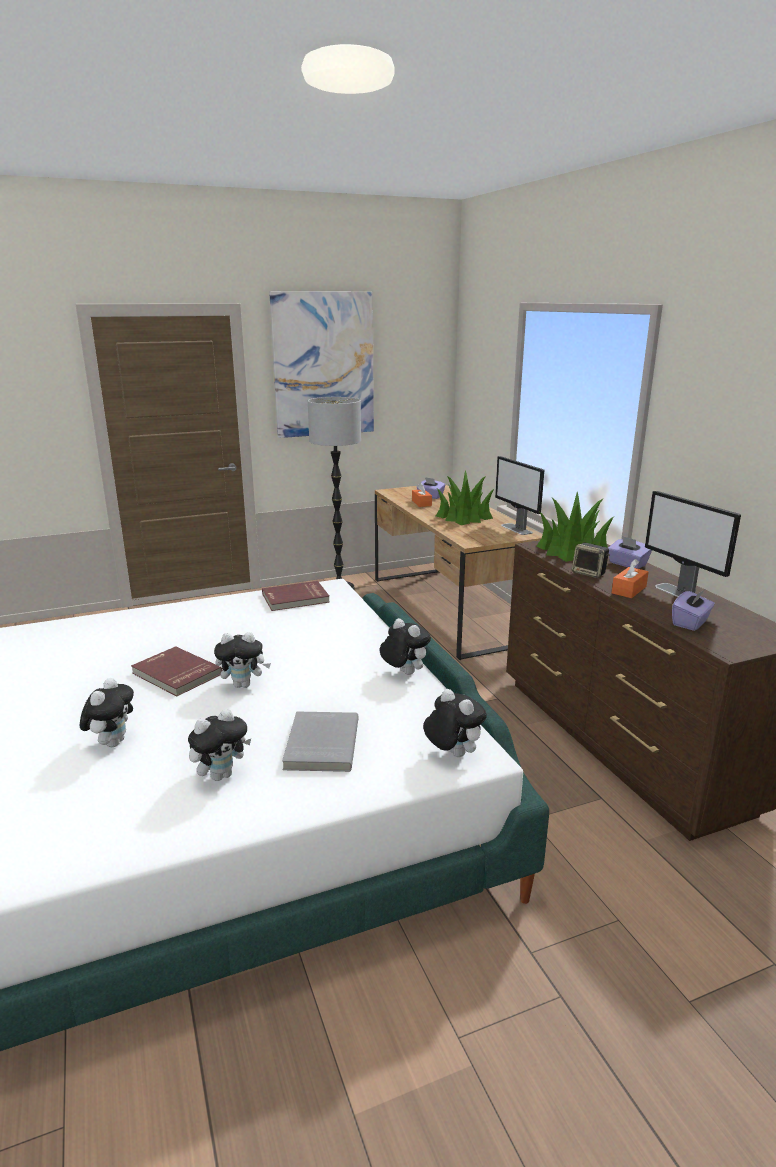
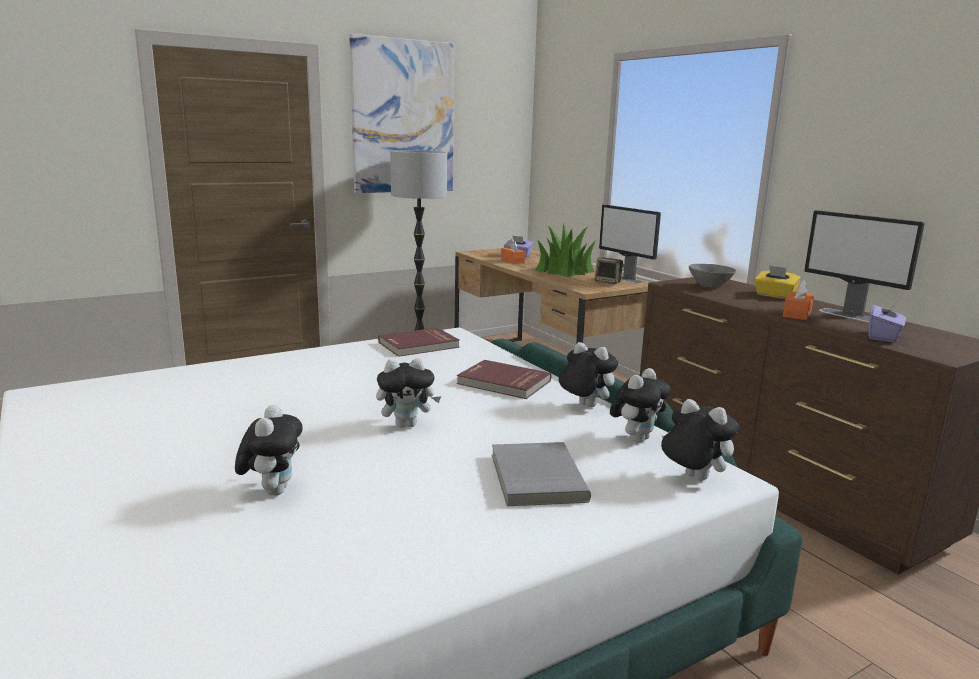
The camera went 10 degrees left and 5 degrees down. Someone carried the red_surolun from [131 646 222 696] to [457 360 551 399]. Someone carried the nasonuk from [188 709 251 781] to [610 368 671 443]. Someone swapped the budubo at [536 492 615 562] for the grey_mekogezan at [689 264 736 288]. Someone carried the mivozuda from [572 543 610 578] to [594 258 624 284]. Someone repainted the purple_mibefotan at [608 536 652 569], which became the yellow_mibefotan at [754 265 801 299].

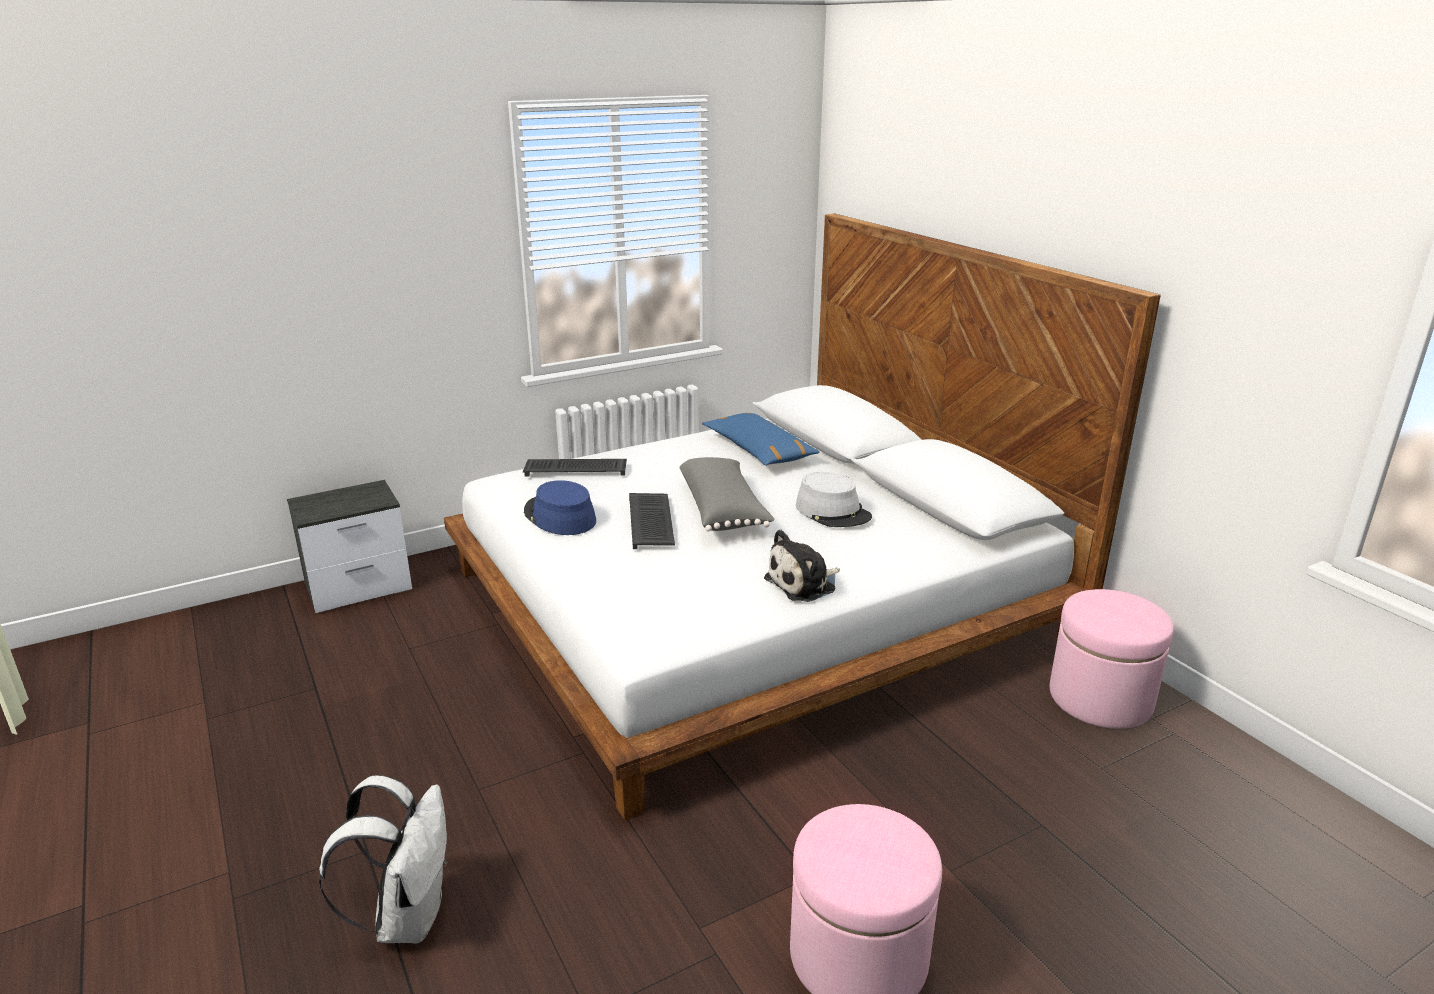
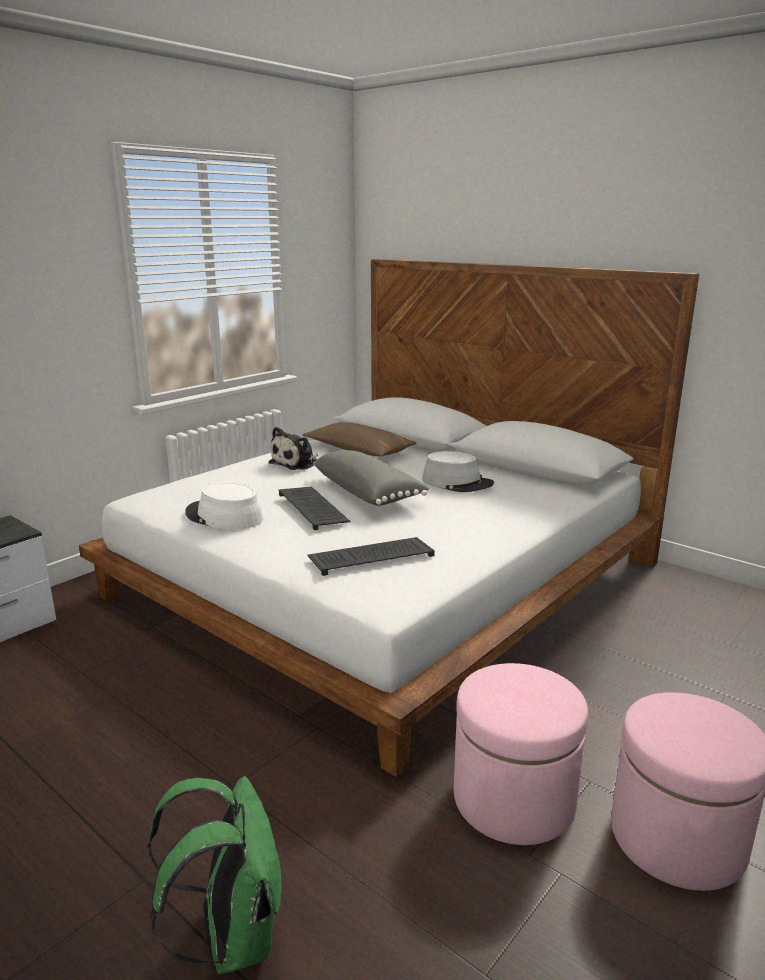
The camera went 20 degrees left and 5 degrees down. Someone repainted the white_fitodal at [319 775 447 944], which became the green_fitodal at [148 776 281 974]. Someone carried the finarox from [523 459 627 476] to [308 537 435 576]. Someone repainted the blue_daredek at [524 480 596 535], which became the white_daredek at [185 482 263 529]. Someone repainted the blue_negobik at [702 413 820 466], which became the brown_negobik at [303 422 417 456]. Someone carried the nasonuk from [764 529 840 602] to [269 427 318 470]. Someone carried the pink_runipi from [1050 589 1174 729] to [454 663 588 845].

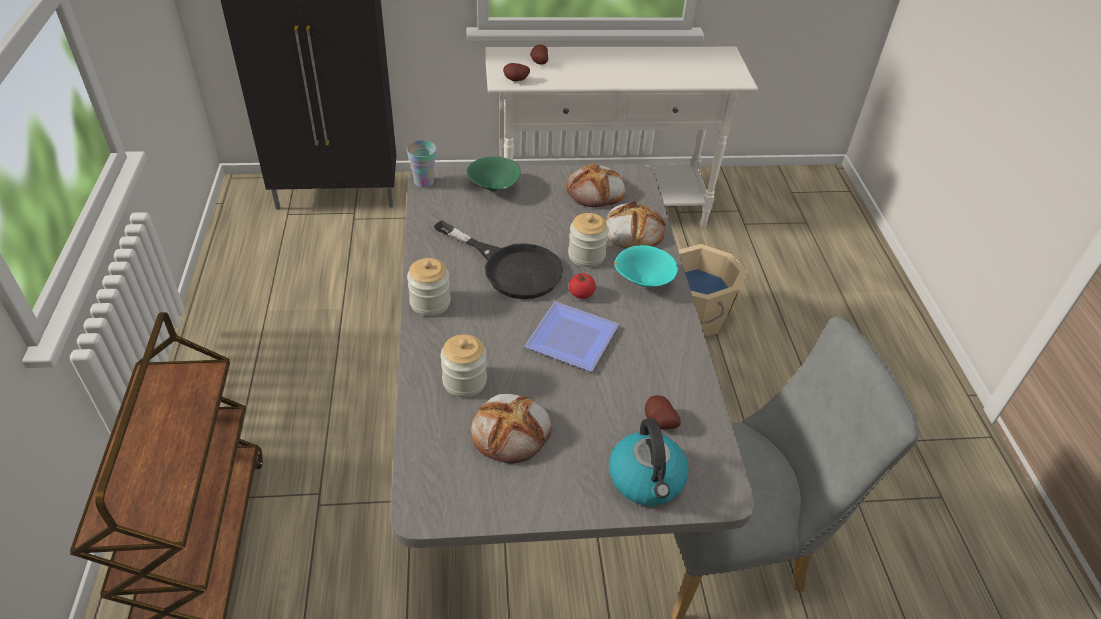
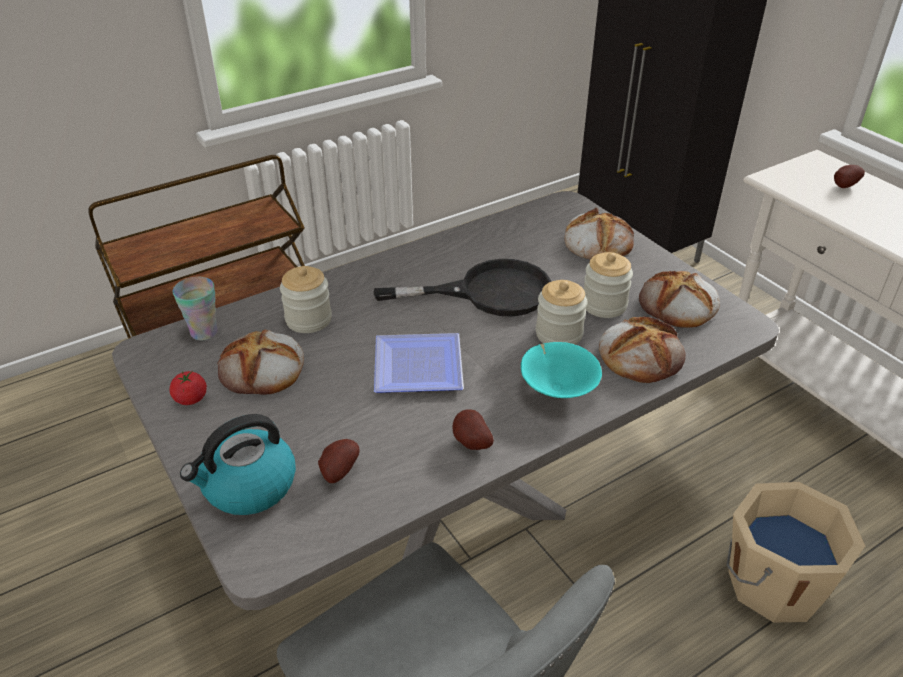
The camera went 65 degrees right and 5 degrees down. Someone carried the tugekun from [407 140 436 188] to [173 277 218 340]. Someone carried the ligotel from [407 258 451 316] to [584 252 633 318]. Someone rotated the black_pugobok at [434 220 563 299] by 105 degrees counterclockwise. Someone swapped the green_mekogezan at [467 157 521 192] for the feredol at [565 208 634 259]. Someone carried the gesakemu from [503 63 530 82] to [452 409 494 450]. Someone carried the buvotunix from [569 273 596 299] to [169 371 207 405].

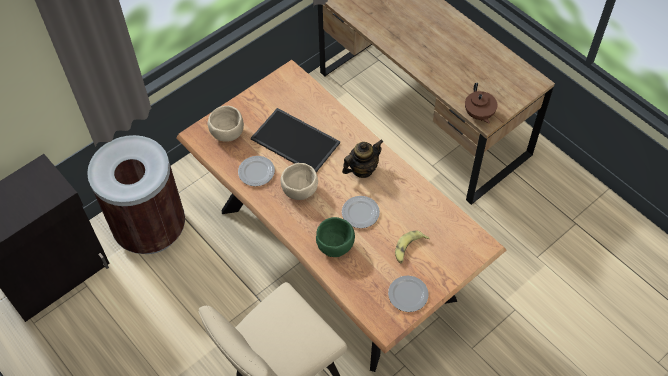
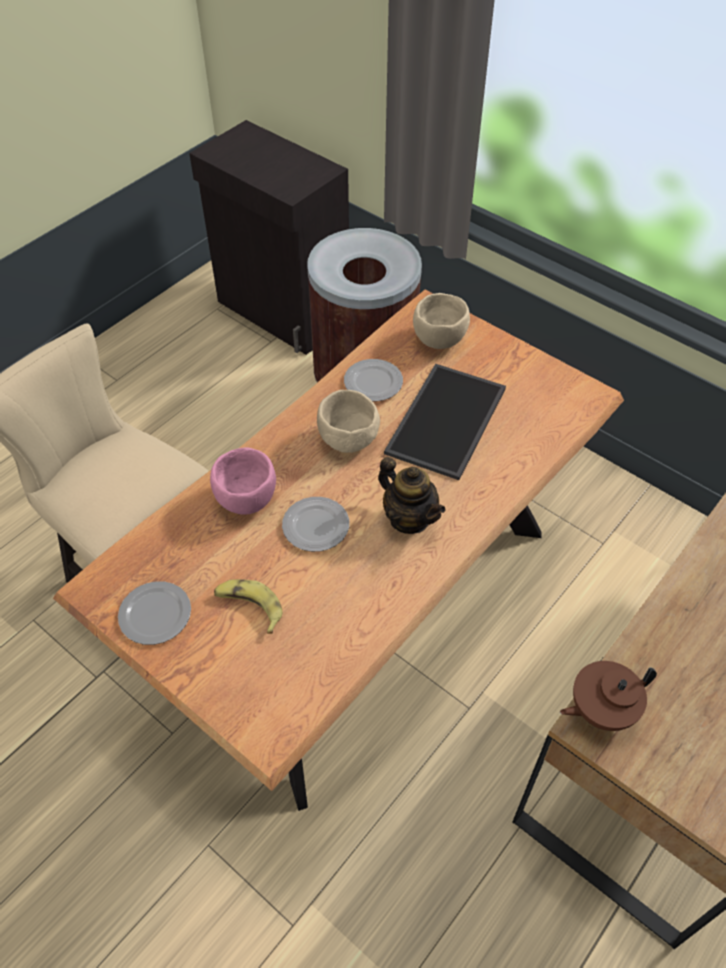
The camera went 80 degrees right and 5 degrees down. Someone repainted the green_mekogezan at [316 217 355 257], which became the pink_mekogezan at [210 447 276 515].

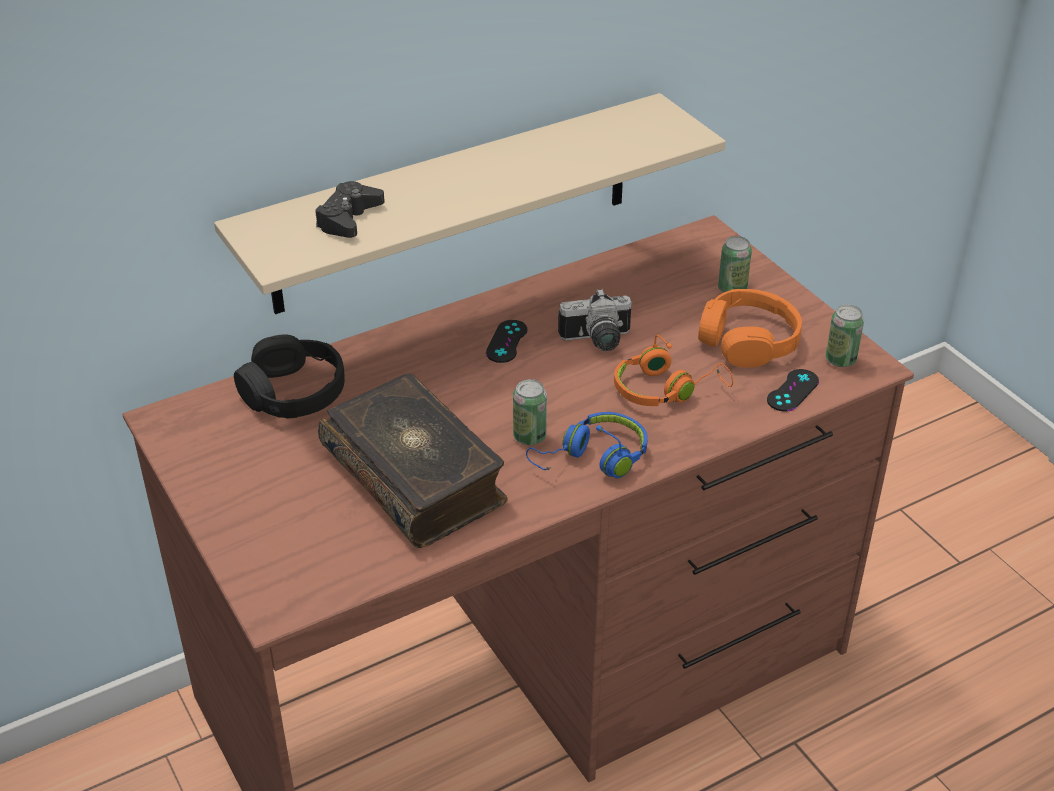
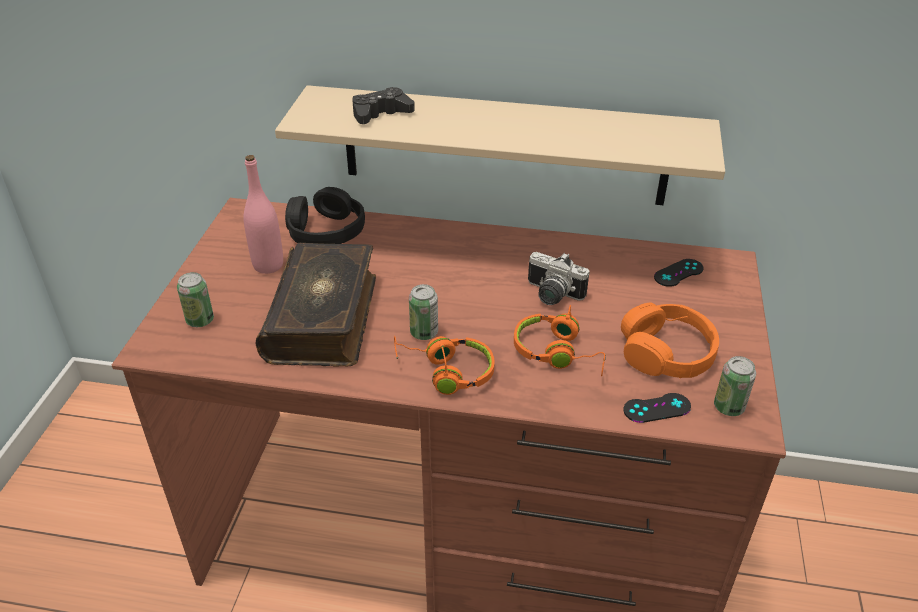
The camera went 40 degrees right and 0 degrees up. Someone carried the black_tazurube from [486 320 527 363] to [654 259 704 287]. Someone repainted the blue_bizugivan at [526 412 648 478], which became the orange_bizugivan at [394 336 495 395]. Someone carried the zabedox from [718 236 752 293] to [177 272 214 327]. Someone put down the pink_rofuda at [243 155 283 274].

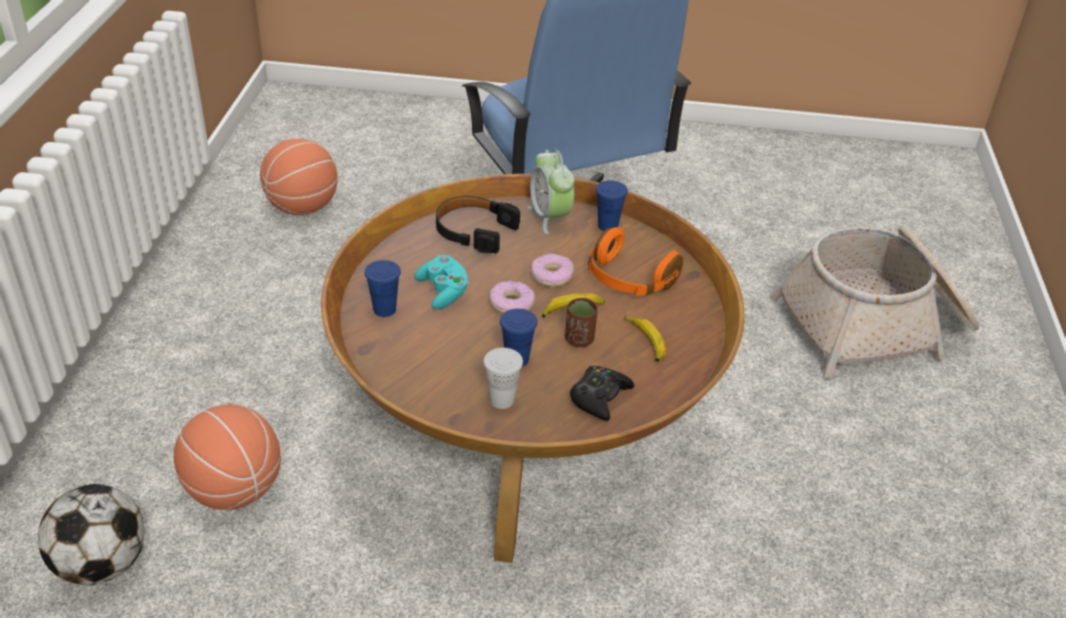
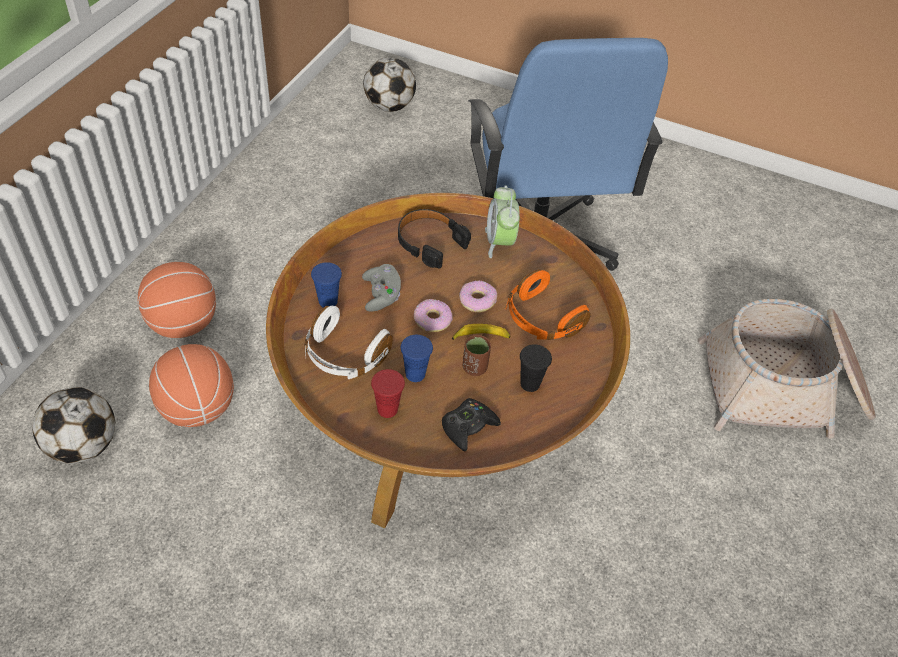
The camera went 15 degrees right and 10 degrees up. Someone carried the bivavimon from [260 139 338 215] to [138 262 216 338]. Someone repainted the turquoise_tazurube at [414 255 469 309], which became the grey_tazurube at [362 264 401 312]. Someone repainted the white_tugekun at [483 348 523 409], which became the red_tugekun at [371 369 405 418]. Someone took away the blue_tugekun at [596 180 628 231]. Someone swapped the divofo at [624 316 666 361] for the black_tugekun at [520 344 552 392]. Someone put down the white_bizugivan at [305 306 393 379]. Someone put down the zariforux at [363 58 416 112].

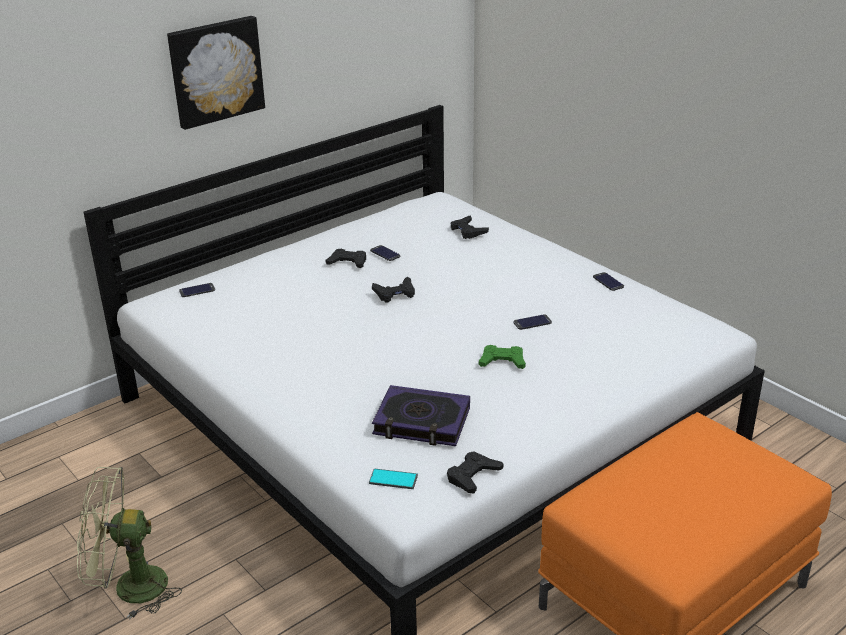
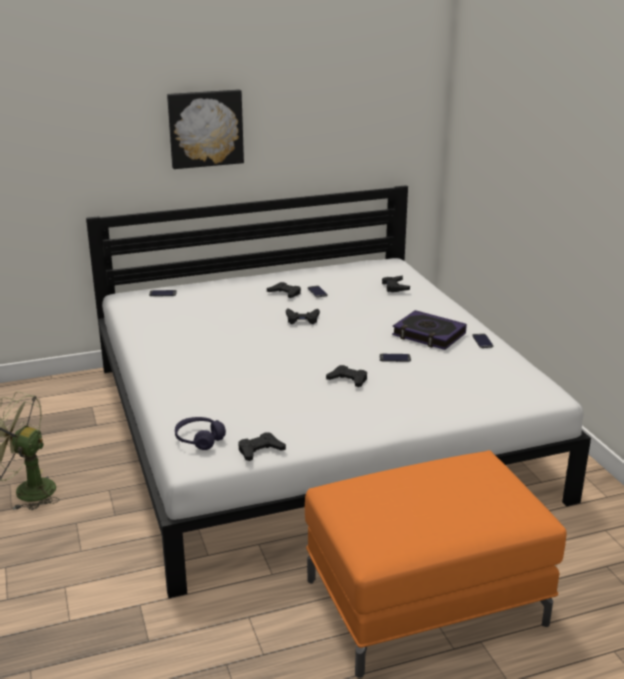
The camera went 20 degrees right and 5 degrees down. Someone swapped the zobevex at [369 469 418 489] for the purple_bizugivan at [175 417 226 450]. Someone carried the surolun from [372 385 470 446] to [392 310 467 350]. Someone repainted the green_tazurube at [479 345 526 369], which became the black_tazurube at [326 365 367 387].

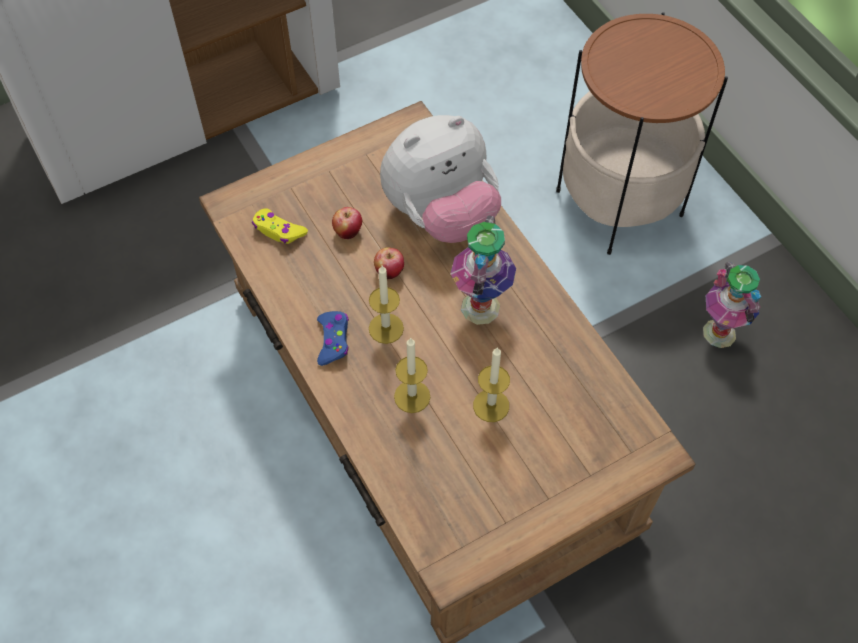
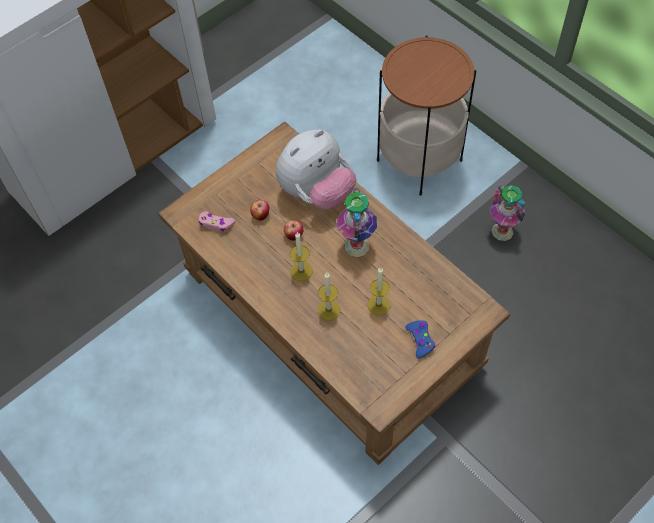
The camera went 10 degrees left and 0 degrees up. Someone repainted the yellow_tazurube at [252 208 308 244], which became the pink_tazurube at [199 211 235 231]. Someone carried the blue_tazurube from [317 311 349 366] to [405 320 435 359].

